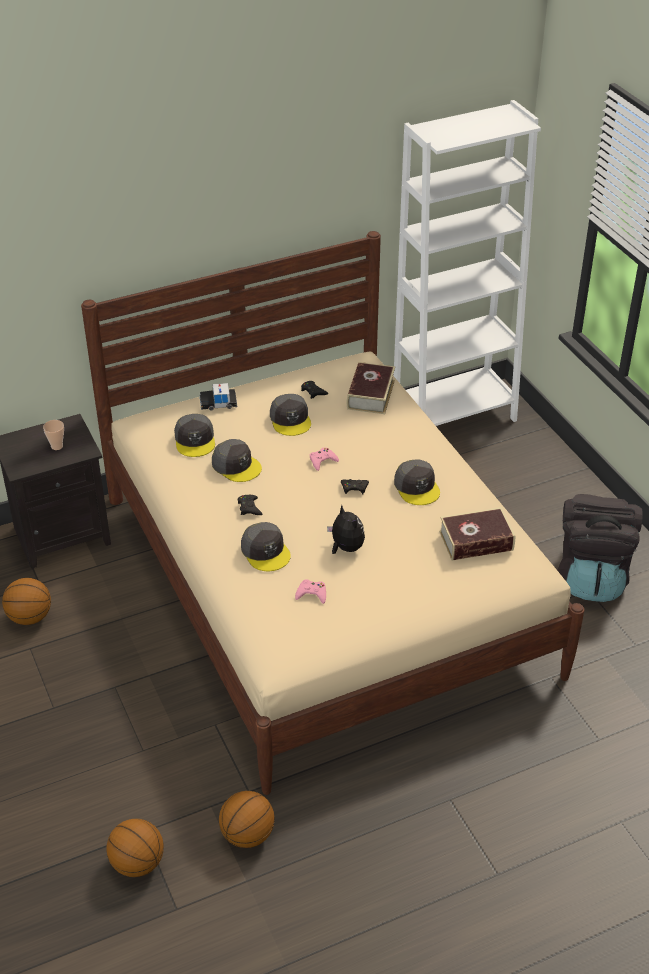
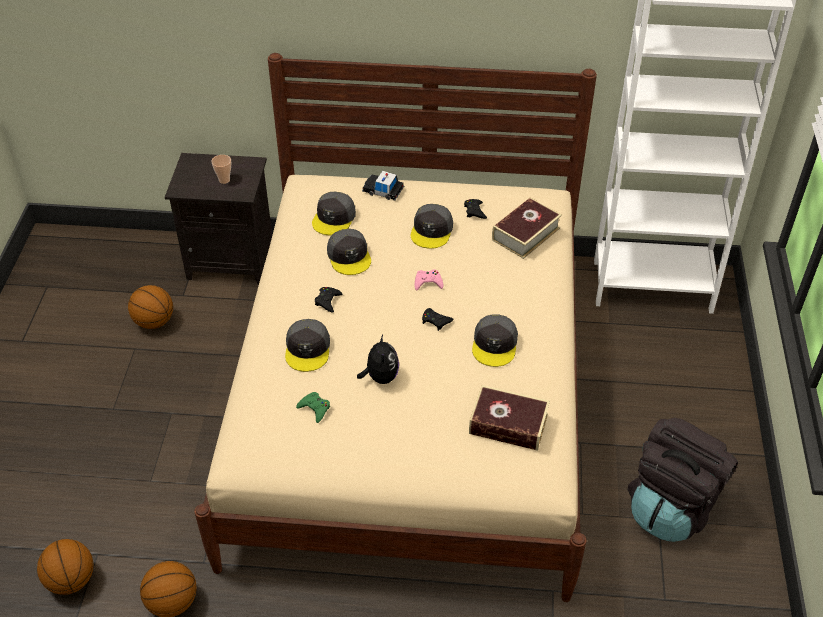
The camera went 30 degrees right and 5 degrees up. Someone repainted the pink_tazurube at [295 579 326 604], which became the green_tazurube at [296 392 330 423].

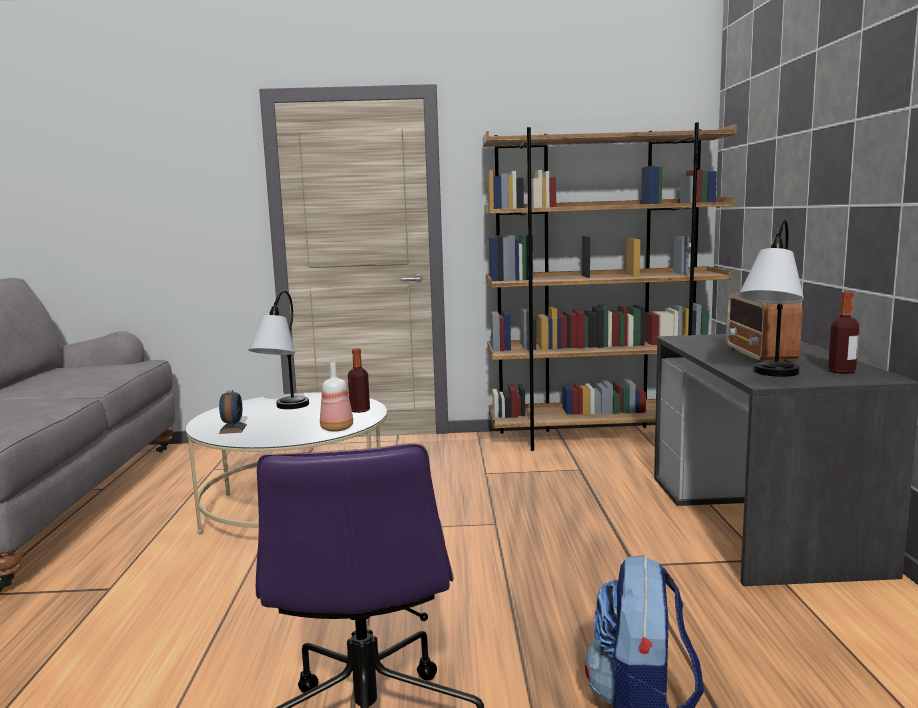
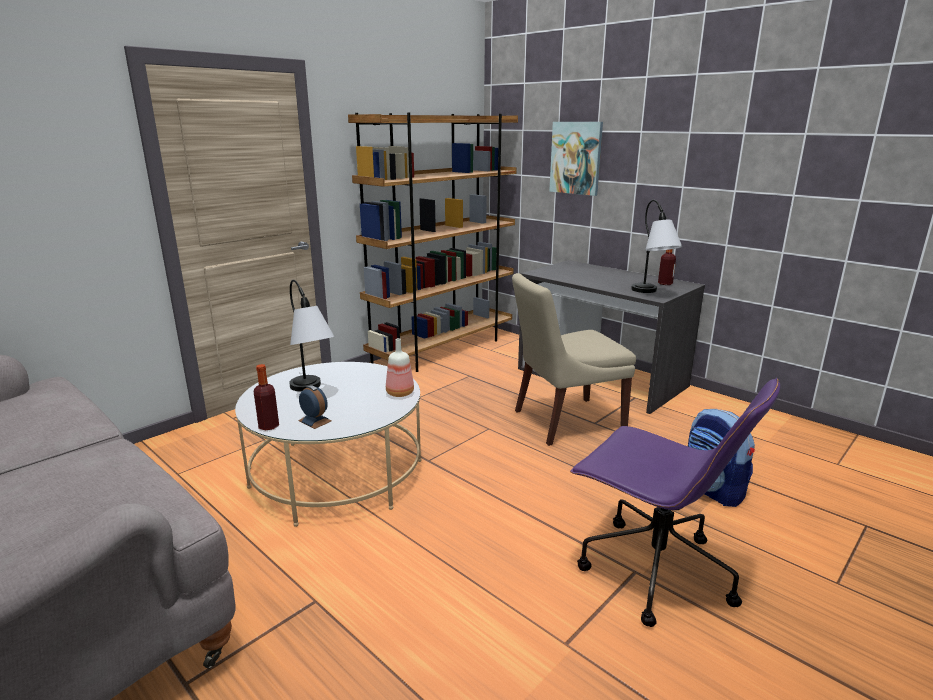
The camera went 45 degrees left and 10 degrees up. Someone carried the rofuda from [348 348 370 413] to [254 364 279 430]. Someone took away the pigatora at [726 294 802 362]. Someone put down the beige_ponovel at [512 273 636 446]. Someone put up the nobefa at [549 122 603 196].

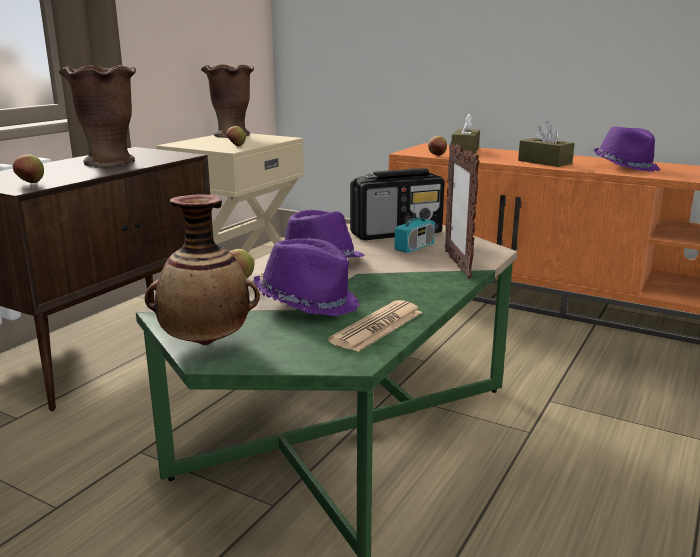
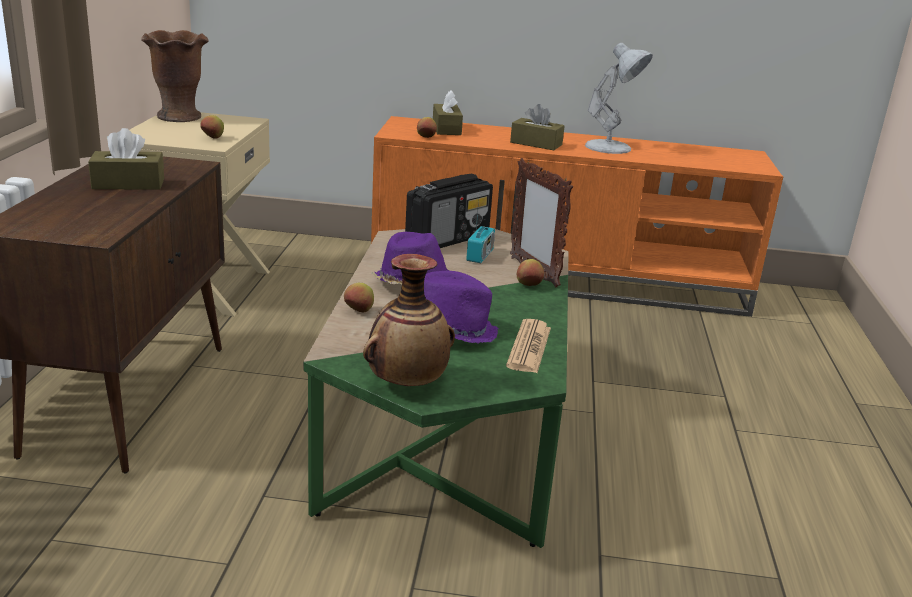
The camera went 25 degrees left and 5 degrees up. Someone carried the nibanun from [13 154 44 183] to [517 259 544 286]. Someone swapped the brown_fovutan at [59 65 136 167] for the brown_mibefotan at [88 128 164 190]. Someone swapped the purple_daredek at [594 127 660 172] for the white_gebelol at [585 43 653 154].

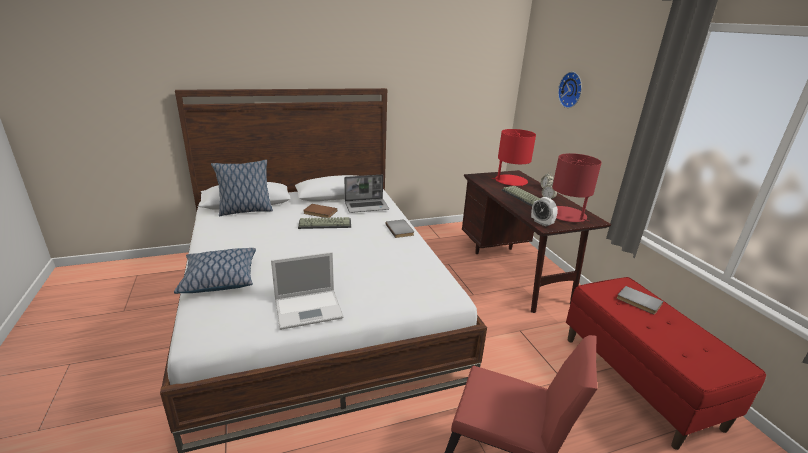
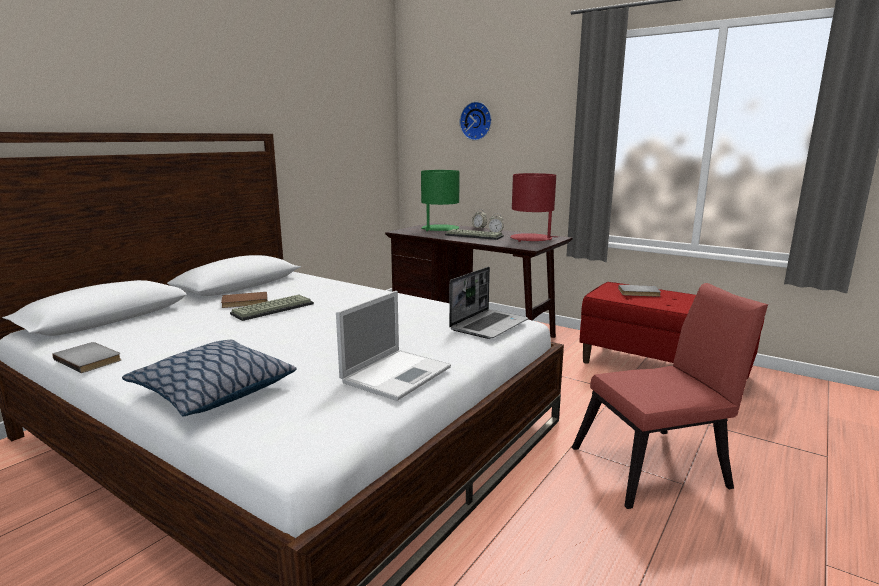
The camera went 35 degrees left and 10 degrees down. Someone took away the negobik at [211 160 273 216]. Someone carried the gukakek from [344 175 389 213] to [449 267 528 339]. Someone carried the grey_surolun from [386 220 414 238] to [52 342 121 373]. Someone repainted the red_gebelol at [491 129 536 186], which became the green_gebelol at [421 170 460 231]. Someone took away the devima at [531 197 558 227].

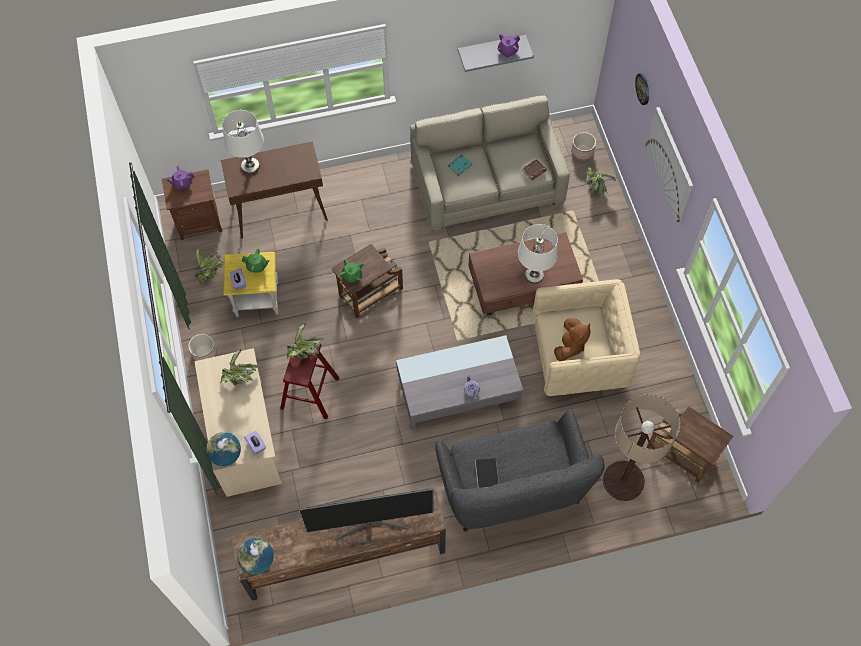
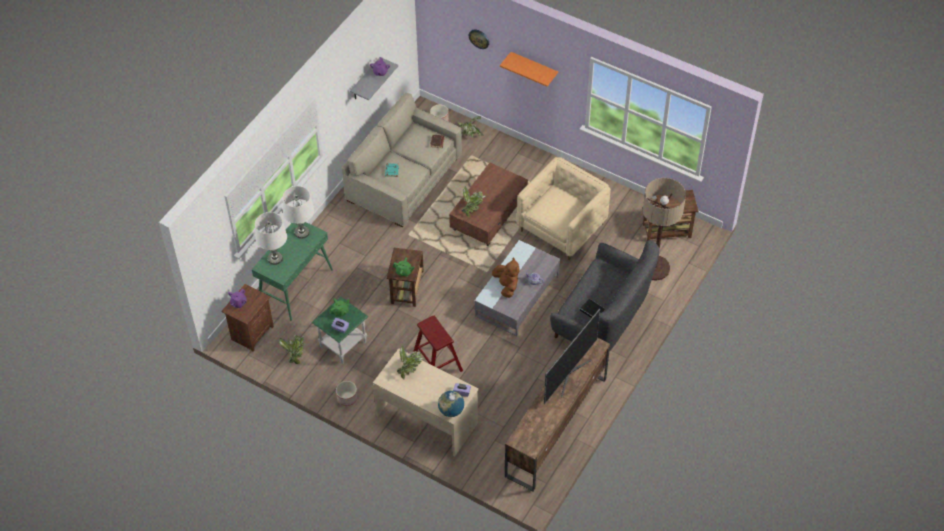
The camera went 45 degrees left and 10 degrees down. Someone repainted the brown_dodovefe at [221 141 328 239], which became the green_dodovefe at [252 222 333 321]. Someone repainted the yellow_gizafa at [223 252 279 317], which became the green_gizafa at [312 297 368 364]. Someone took away the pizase at [237 538 274 574]. Someone carried the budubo from [287 323 324 360] to [462 186 486 217]. Someone carried the white_gebelol from [518 224 558 284] to [283 186 314 239]. Someone carried the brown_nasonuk from [554 318 591 361] to [492 258 519 298]. Someone swapped the nobefa at [645 107 693 222] for the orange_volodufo at [500 52 558 87].

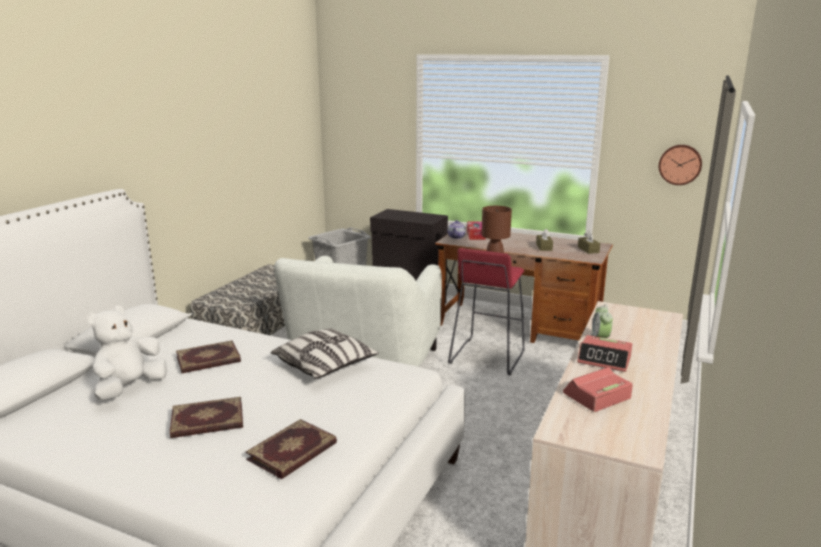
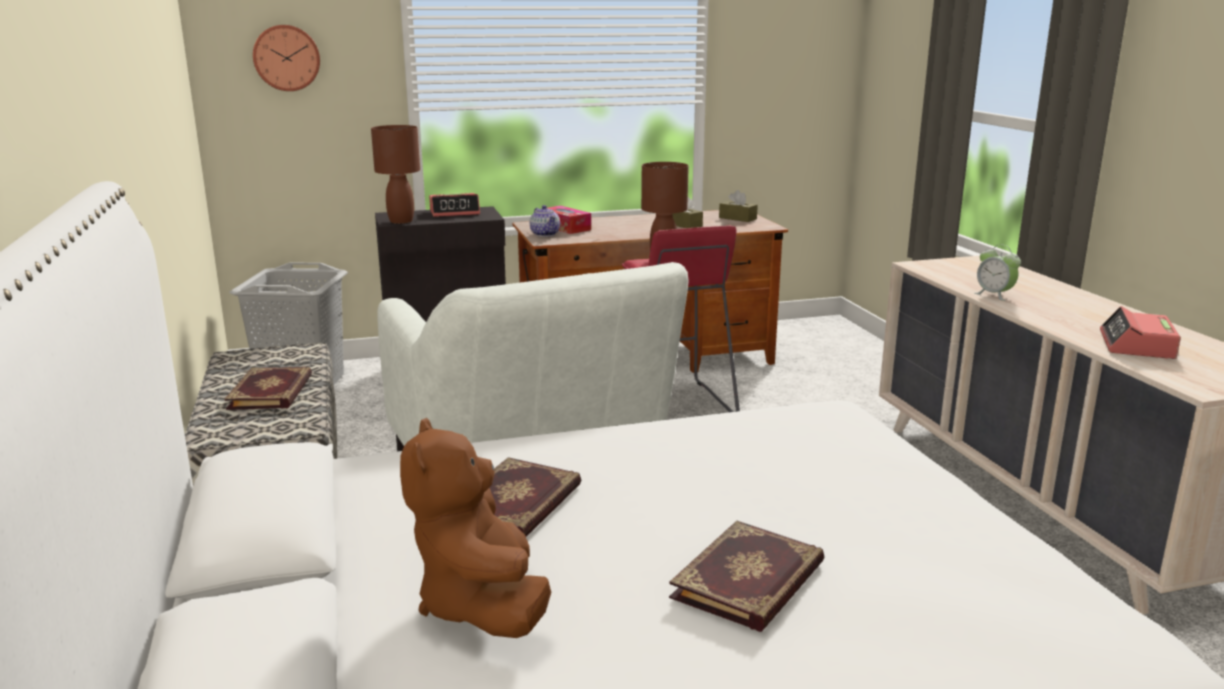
The camera went 40 degrees left and 0 degrees up. Someone repainted the white_nasonuk at [87 306 167 401], which became the brown_nasonuk at [400 418 551 638]. Someone carried the surolun from [246 419 337 479] to [224 367 312 410]. Someone took away the negobik at [271 328 379 379]. Someone carried the devima from [577 335 632 372] to [429 193 480 217]. Someone carried the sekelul from [659 145 702 185] to [253 25 320 91]. Someone put down the brown_gebelol at [371 125 420 224].

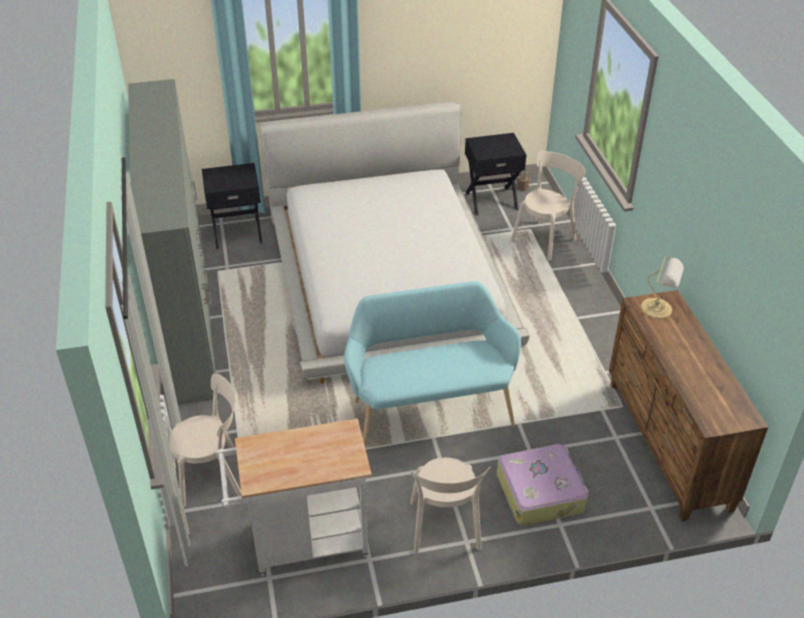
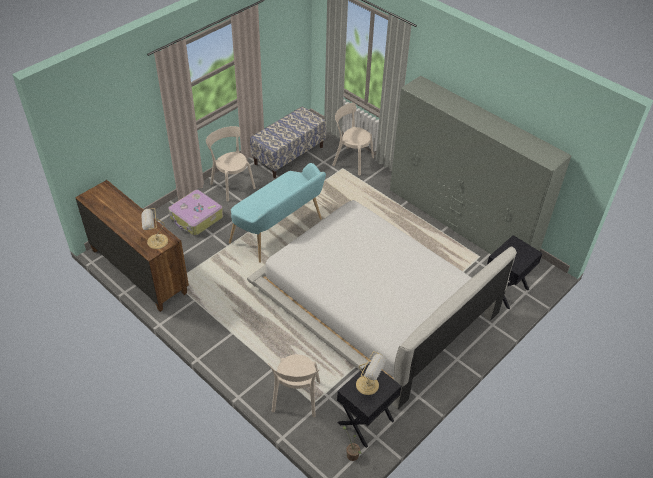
The camera went 145 degrees right and 5 degrees up. Someone rotated the beige_ponovel at [169 373 242 507] by 75 degrees clockwise. Someone swapped the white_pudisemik at [217 419 372 576] for the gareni at [250 107 326 178]. Someone put down the gebelol at [356 351 386 395].

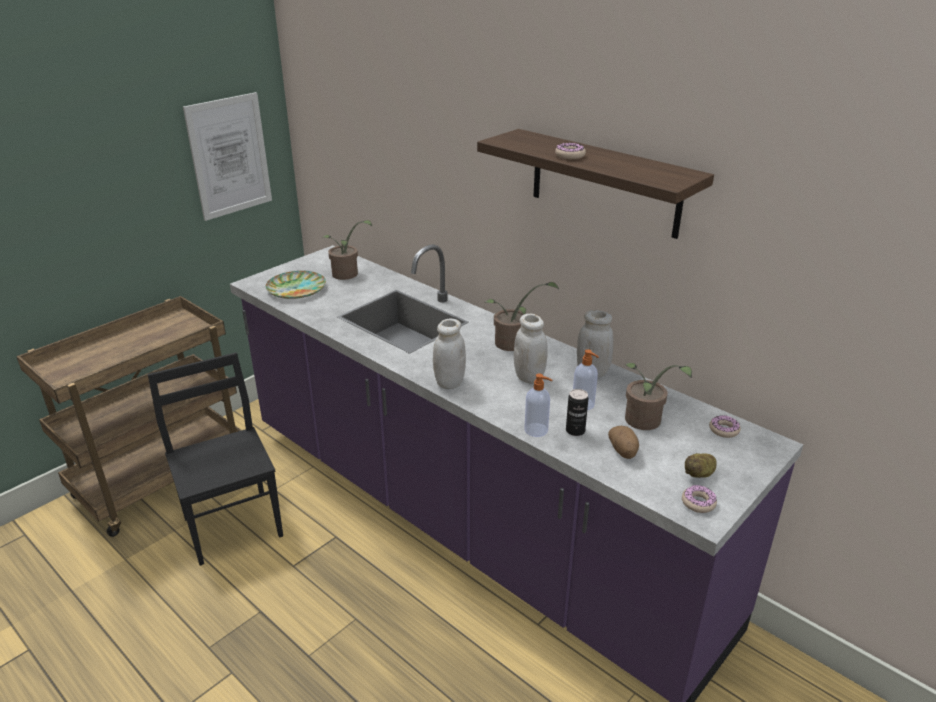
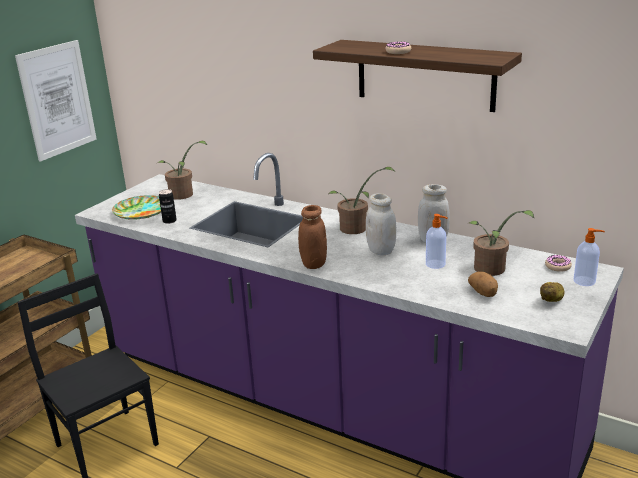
The camera went 10 degrees left and 5 degrees down. Someone repainted the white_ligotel at [433 319 466 389], which became the brown_ligotel at [298 205 327 269]. Someone carried the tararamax from [525 373 552 437] to [574 228 605 286]. Someone carried the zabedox from [566 389 588 436] to [159 189 177 224]. Someone took away the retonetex at [682 485 717 513].

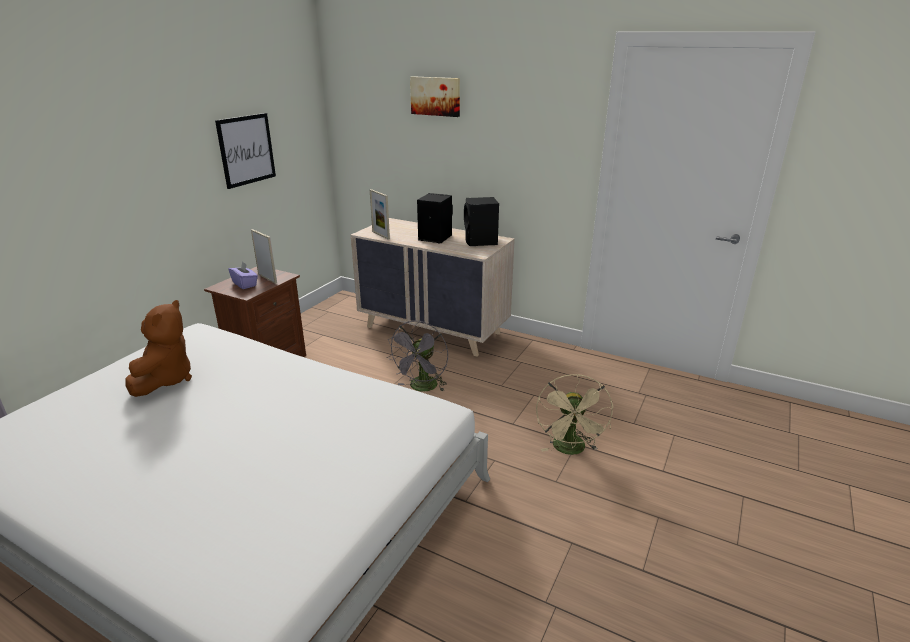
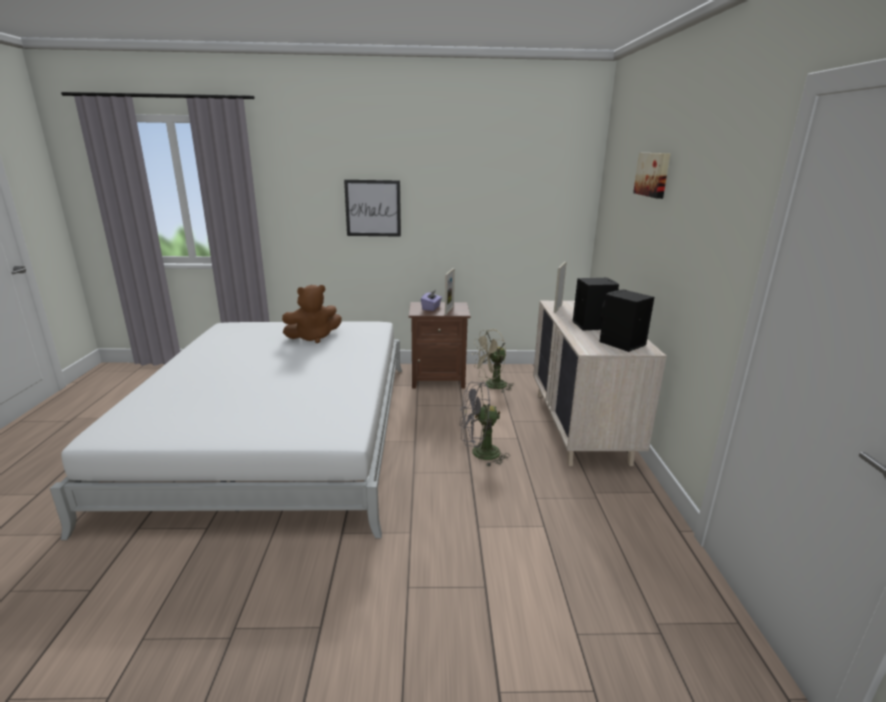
The camera went 60 degrees right and 5 degrees down. Someone carried the nobefa from [215 113 276 189] to [344 180 401 237]. Someone carried the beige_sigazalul from [536 374 614 455] to [472 329 514 393].

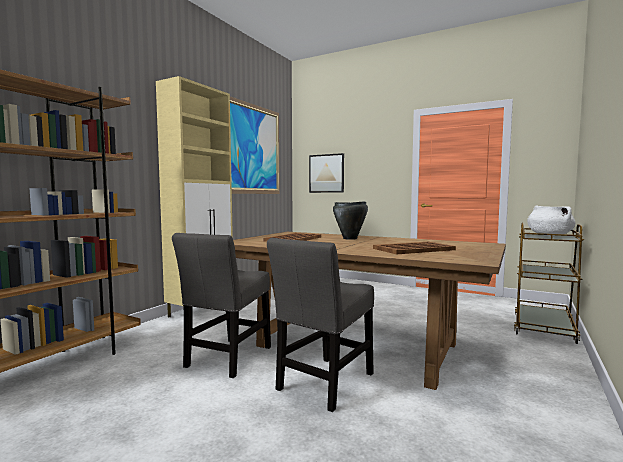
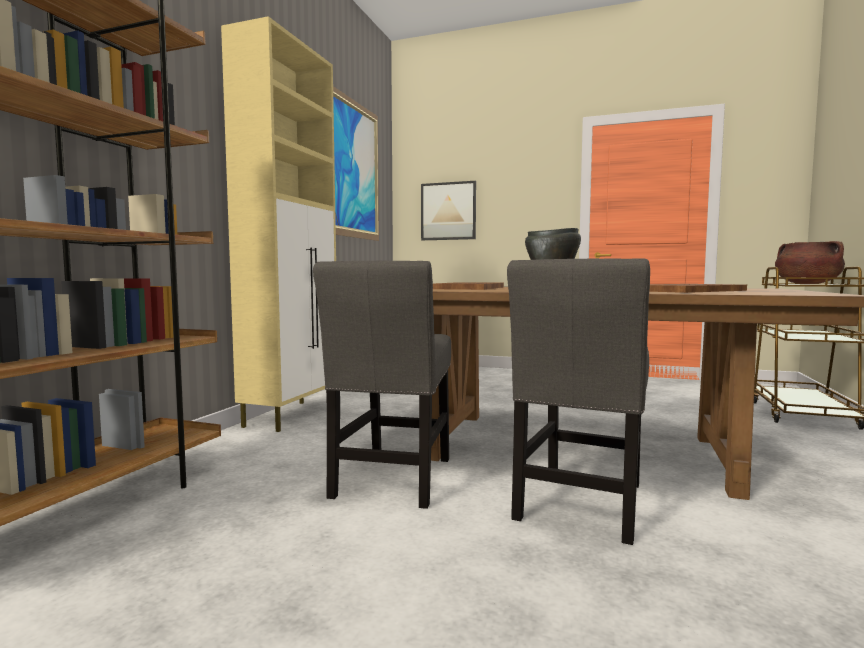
The camera went 10 degrees left and 0 degrees up. Someone repainted the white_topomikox at [527 205 576 236], which became the brown_topomikox at [775 241 845 284].

